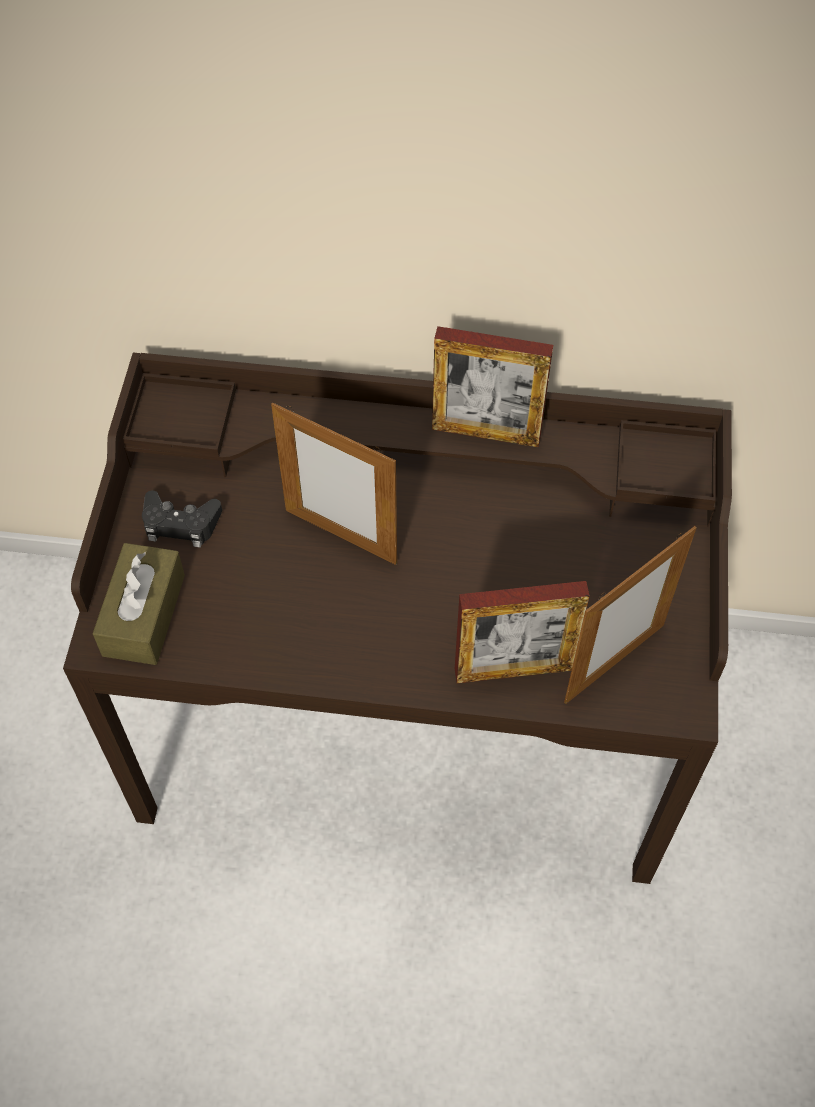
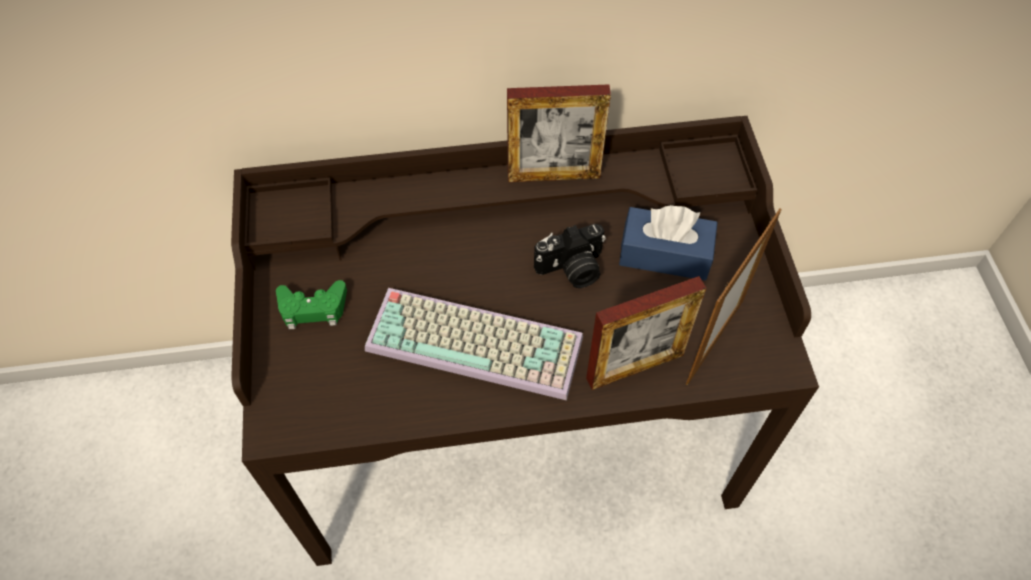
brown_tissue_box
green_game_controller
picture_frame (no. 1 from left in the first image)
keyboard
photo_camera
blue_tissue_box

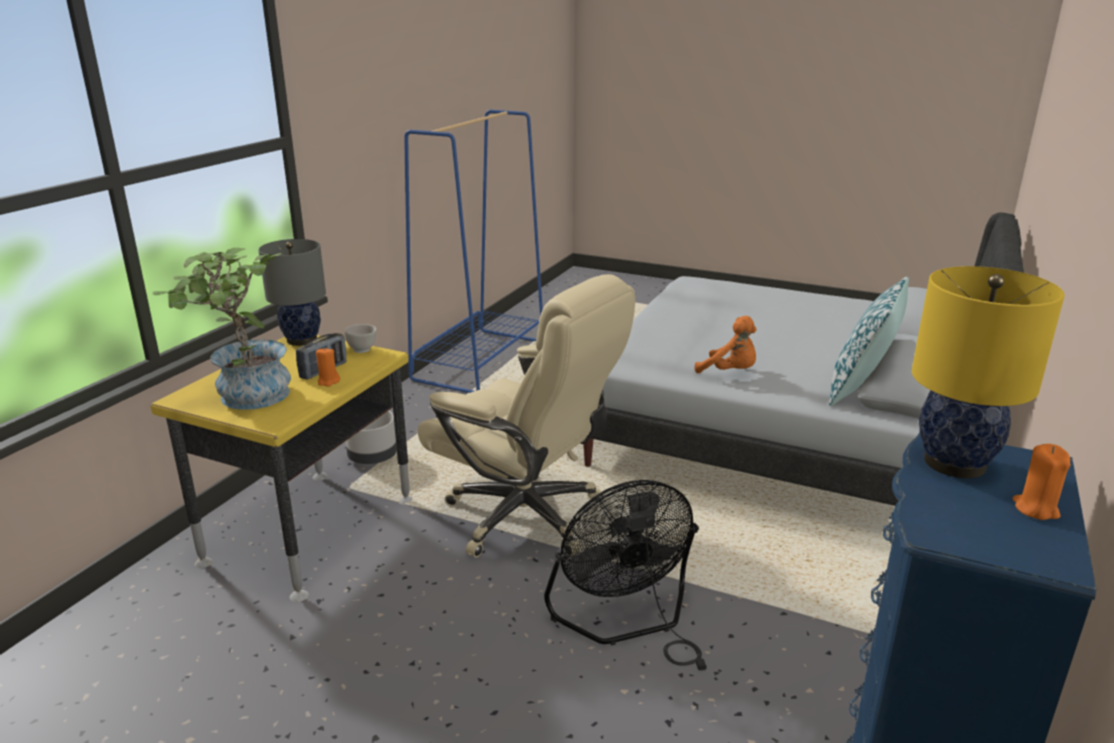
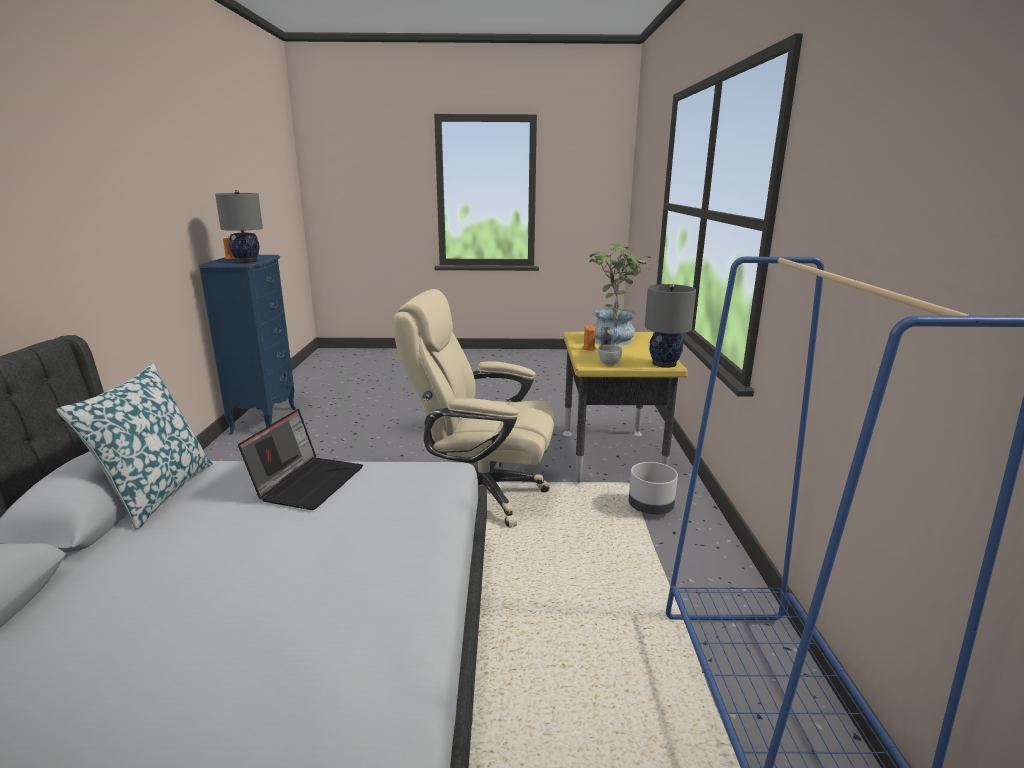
black_fan
laptop
grey_table_lamp (no. 1 from left)

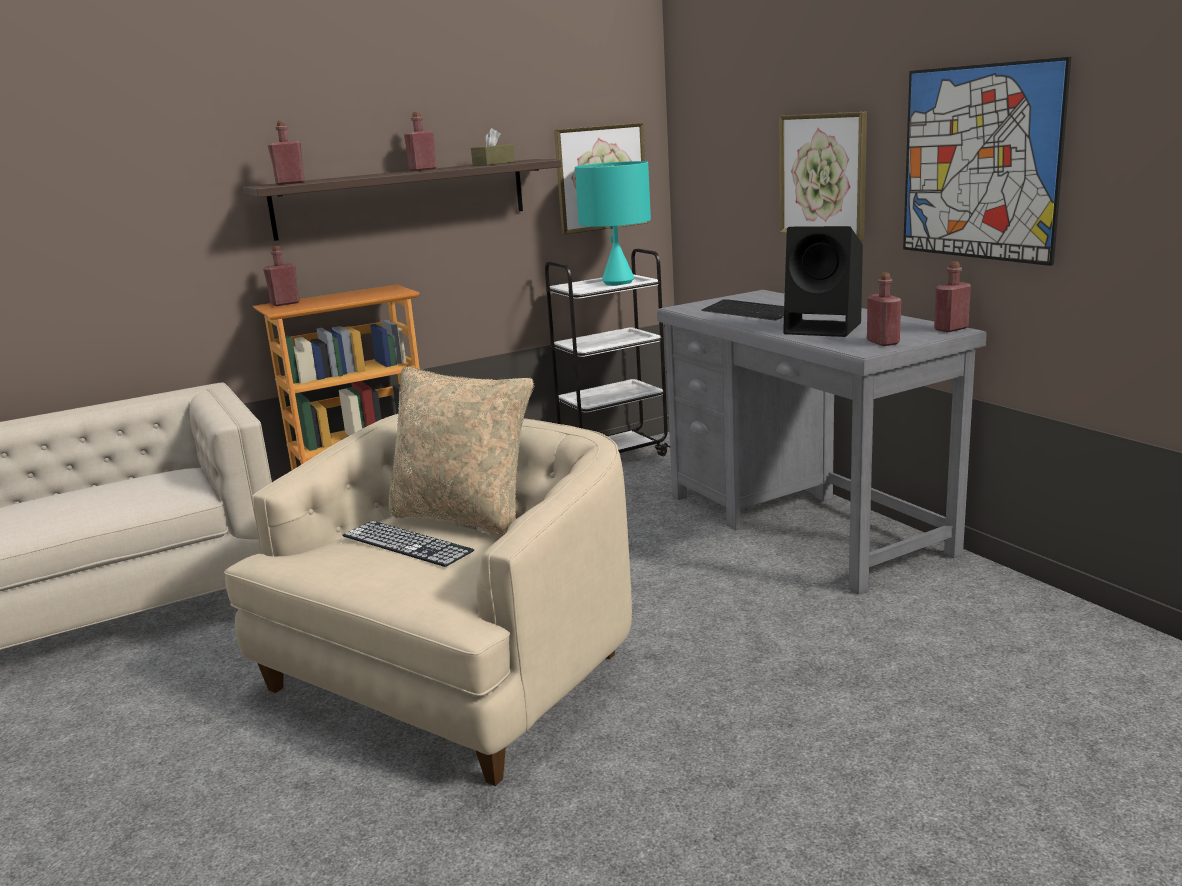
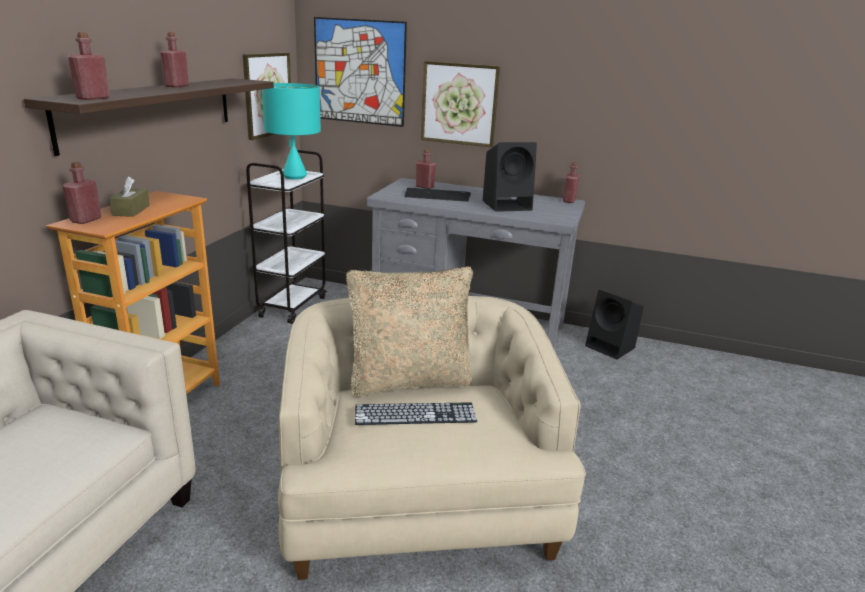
brown_tissue_box
red_bottle (no. 4 from left)
picture (no. 2 from left)
black_speaker (no. 2 from left)

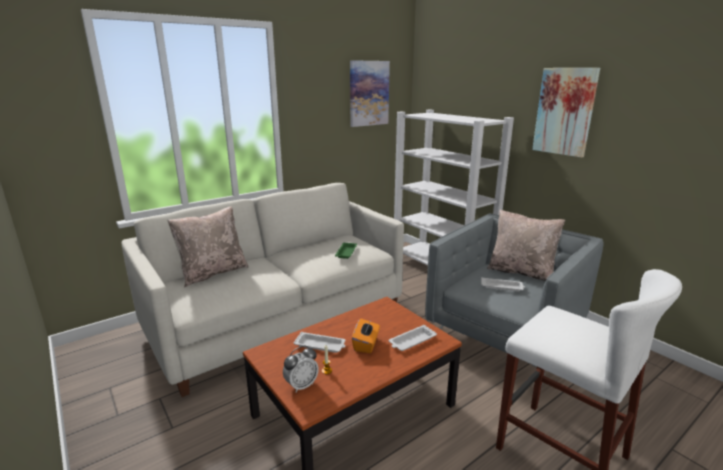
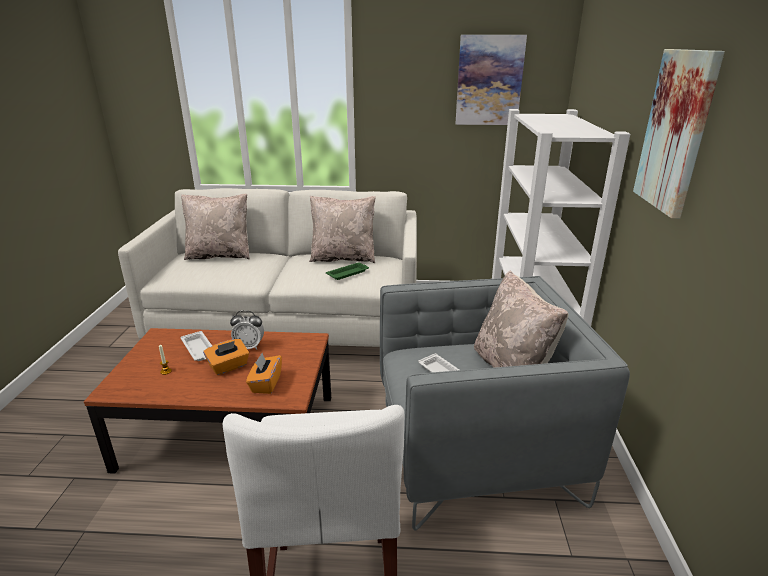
alarm_clock
orange_tissue_box (no. 2 from left)
beige_pillow (no. 2 from left)

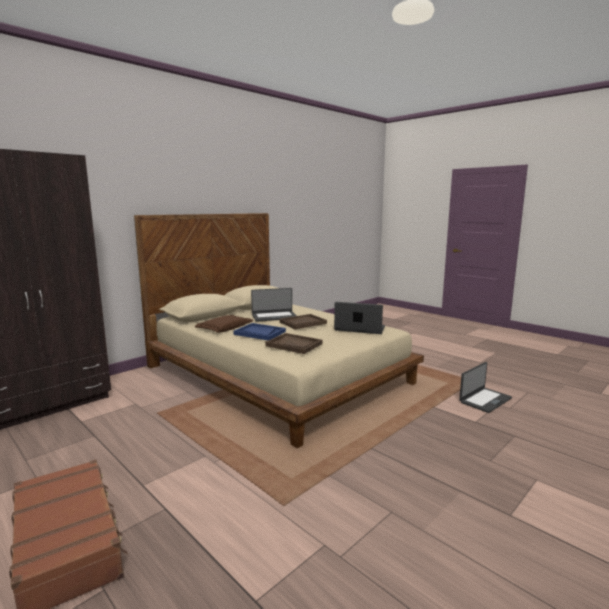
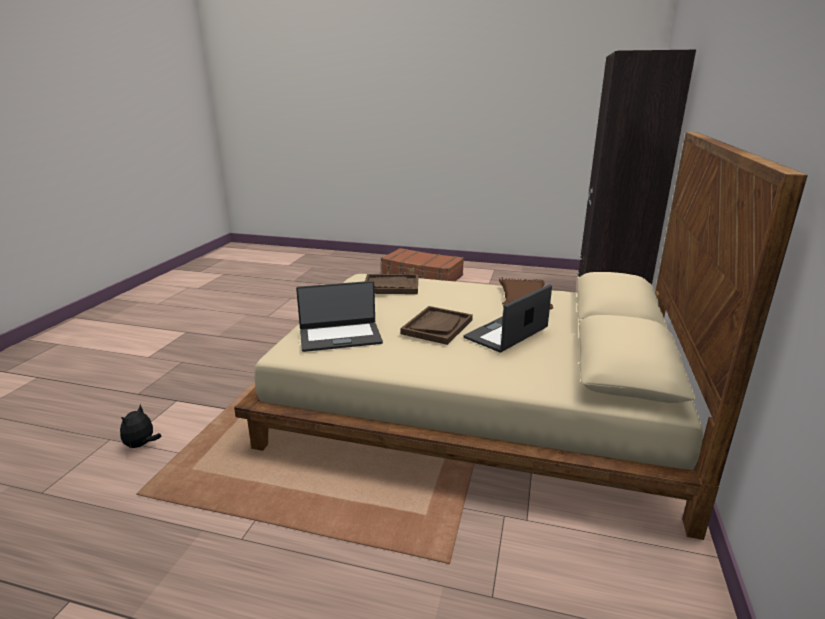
blue_tray
plush_toy

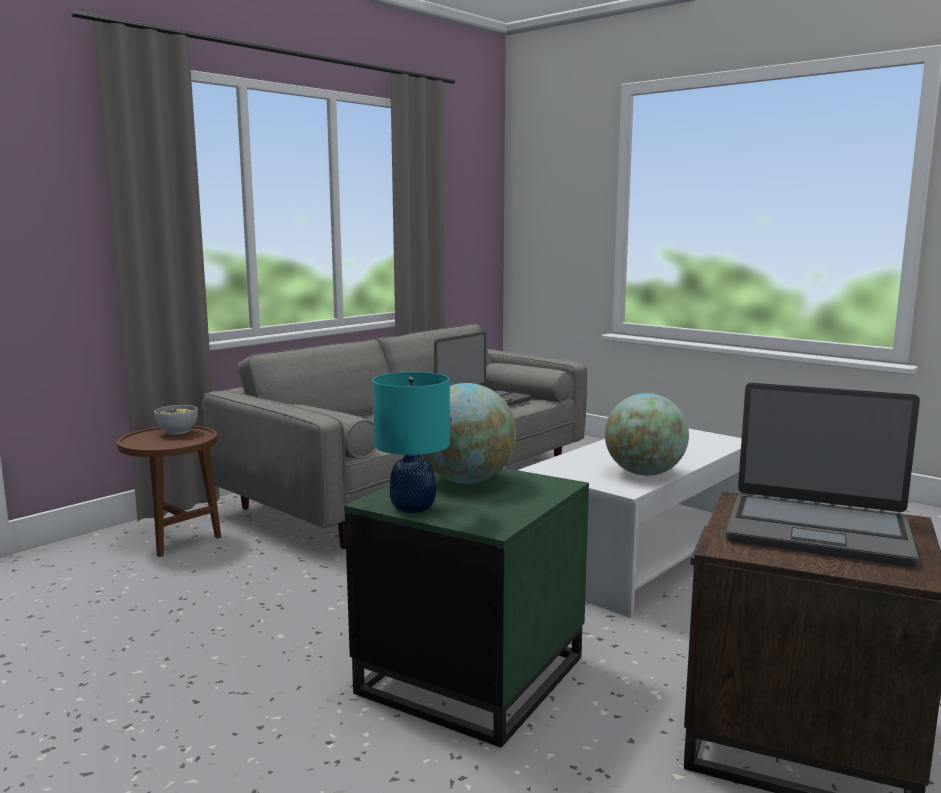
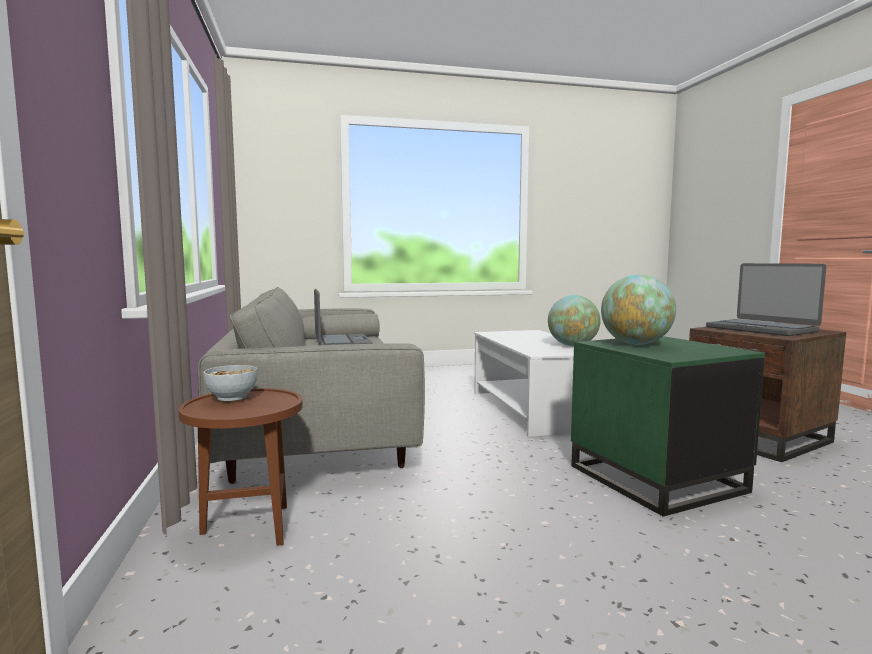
turquoise_table_lamp
laptop (no. 2 from left)

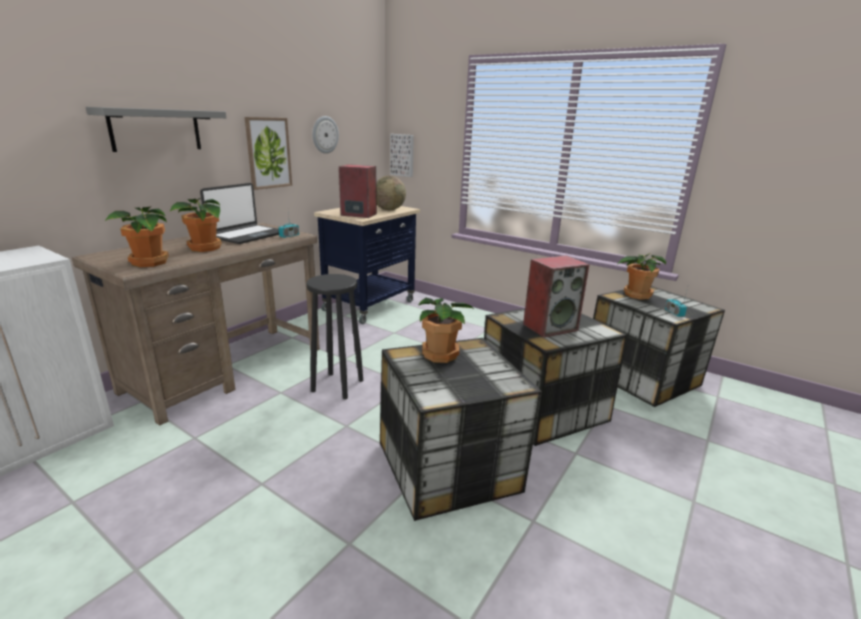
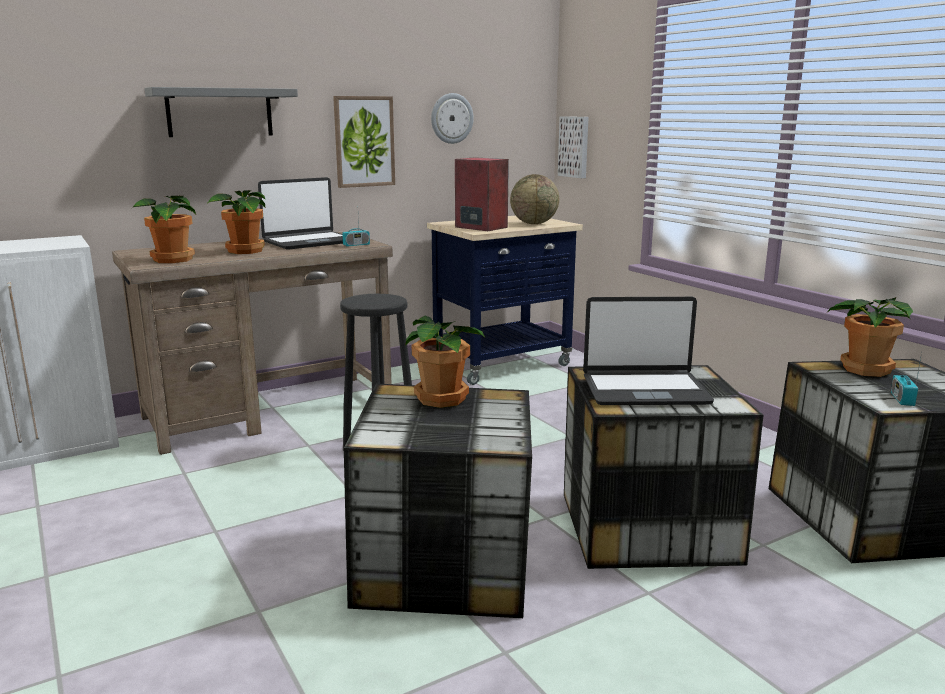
laptop (no. 2 from left)

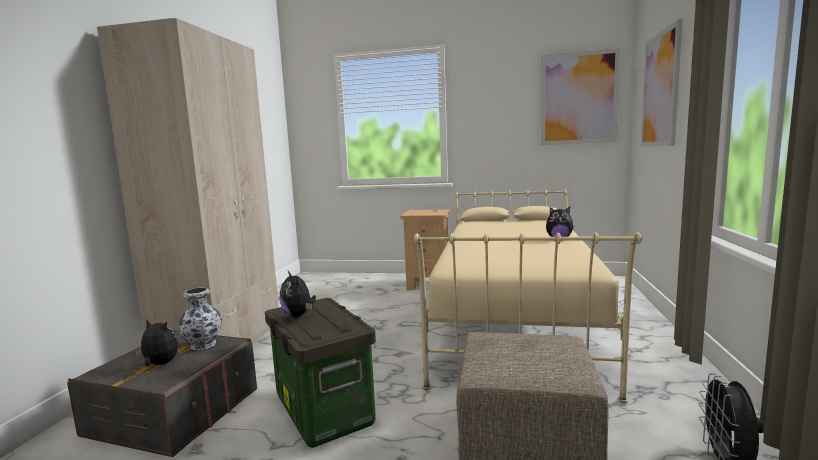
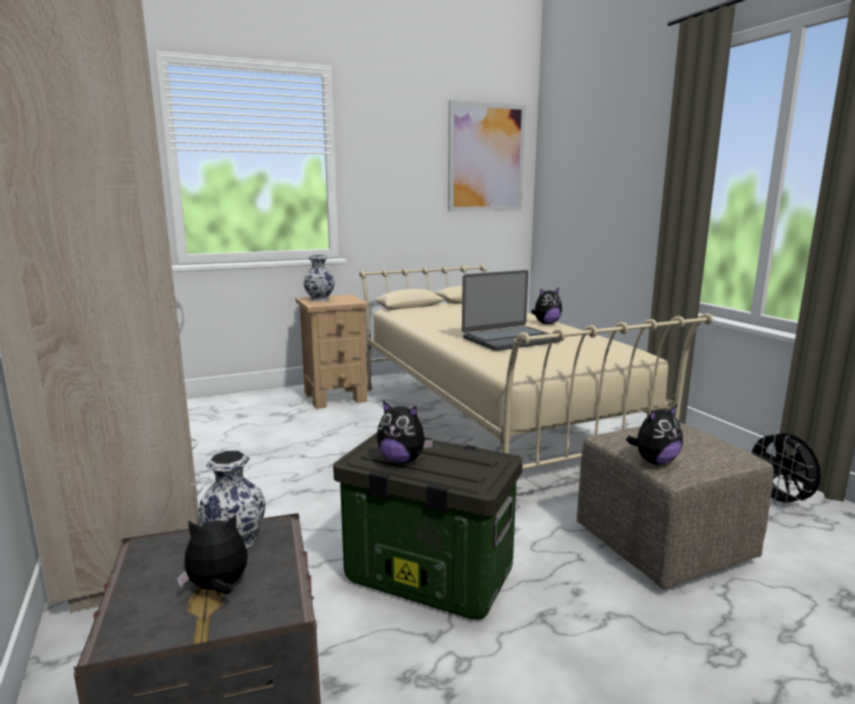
picture (no. 2 from left in the first image)
vase (no. 2 from left)
laptop
plush_toy (no. 4 from left)

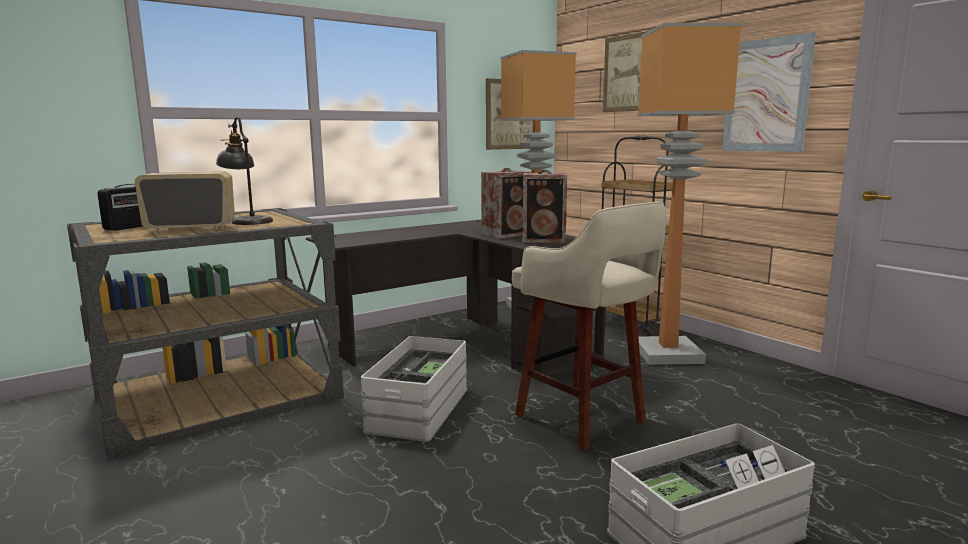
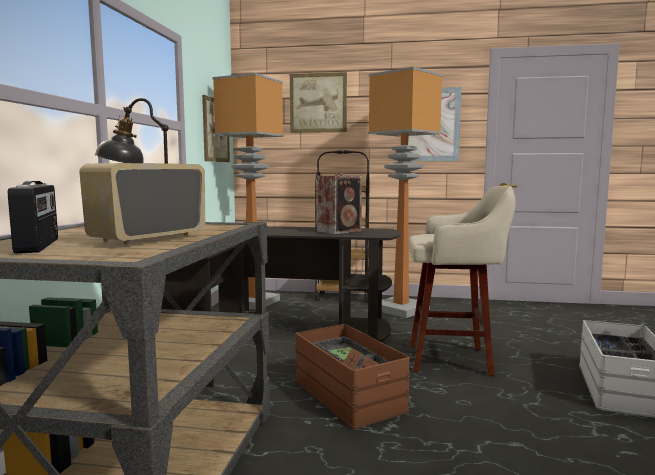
brown_storage_box
speaker (no. 1 from left in the first image)

